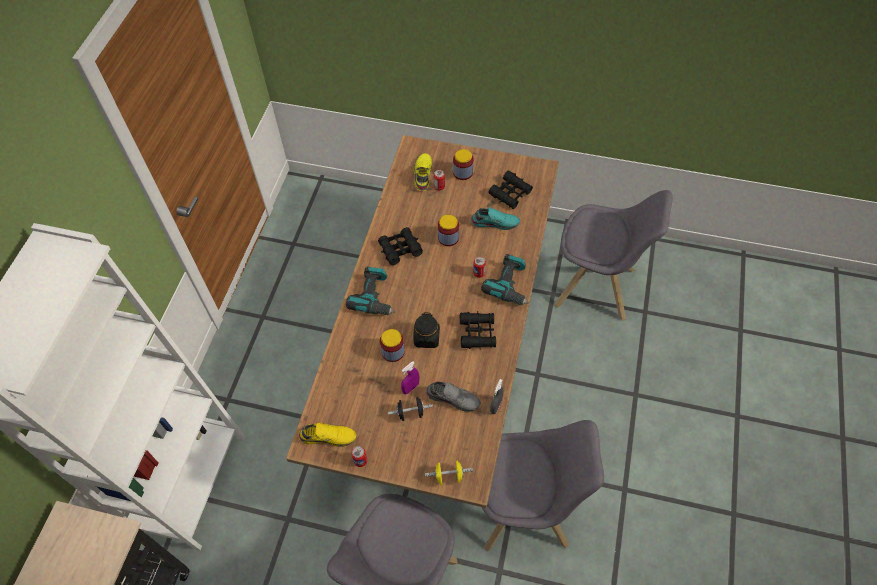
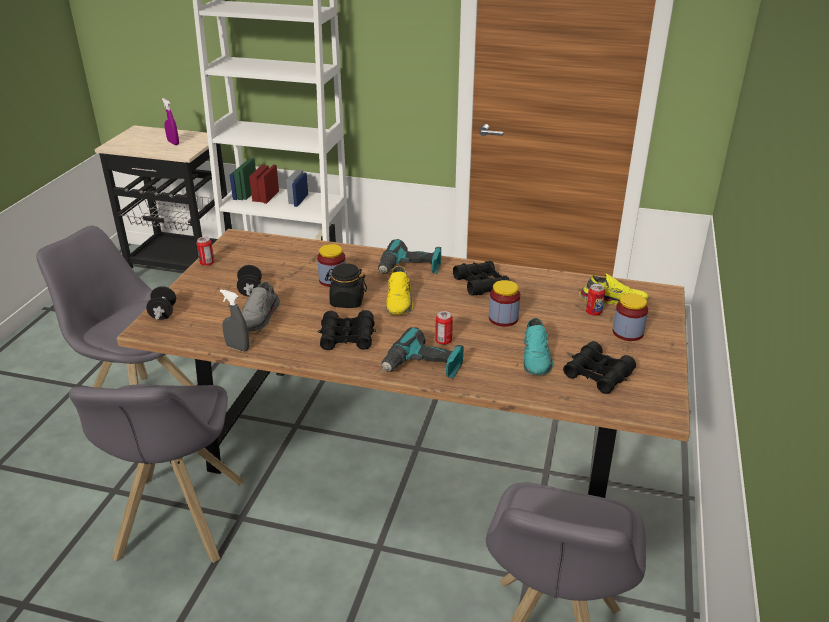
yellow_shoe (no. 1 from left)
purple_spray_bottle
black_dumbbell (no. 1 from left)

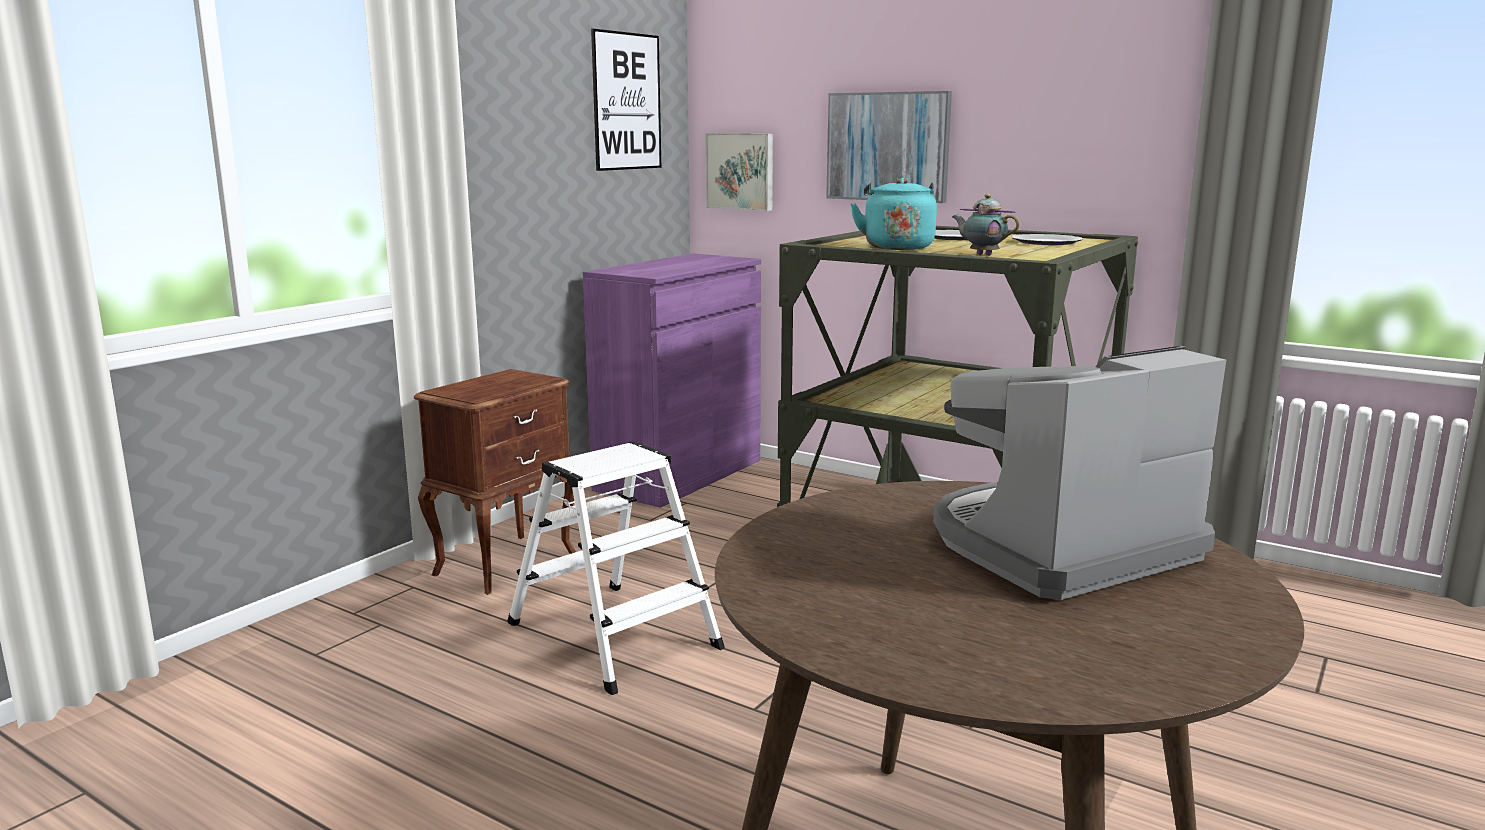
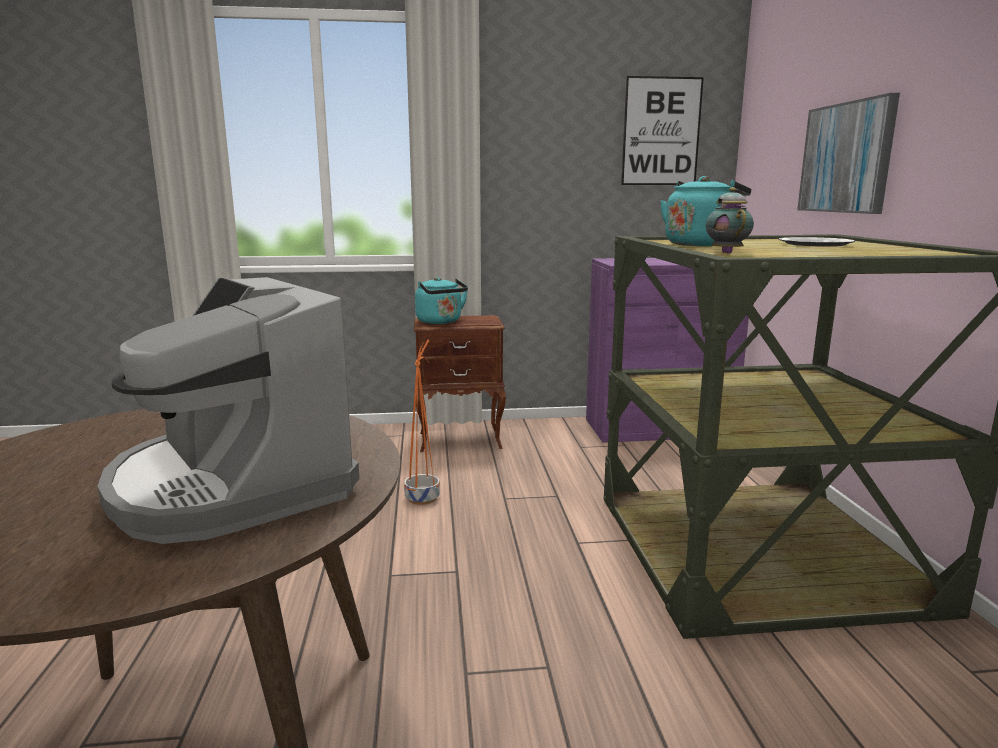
orange_planter
picture (no. 2 from left in the first image)
coffee_machine
plate (no. 2 from left in the first image)
turquoise_kettle (no. 1 from left)

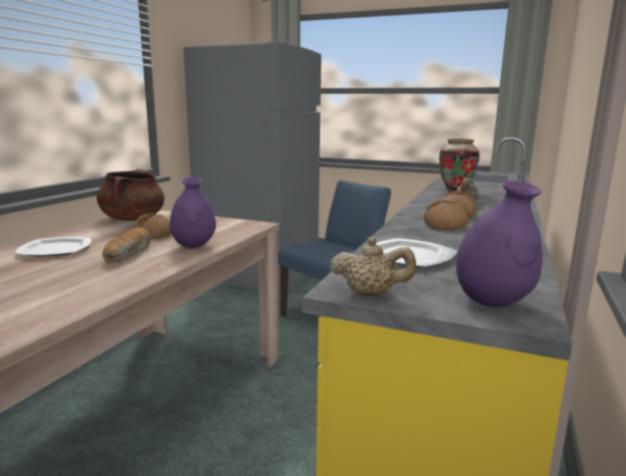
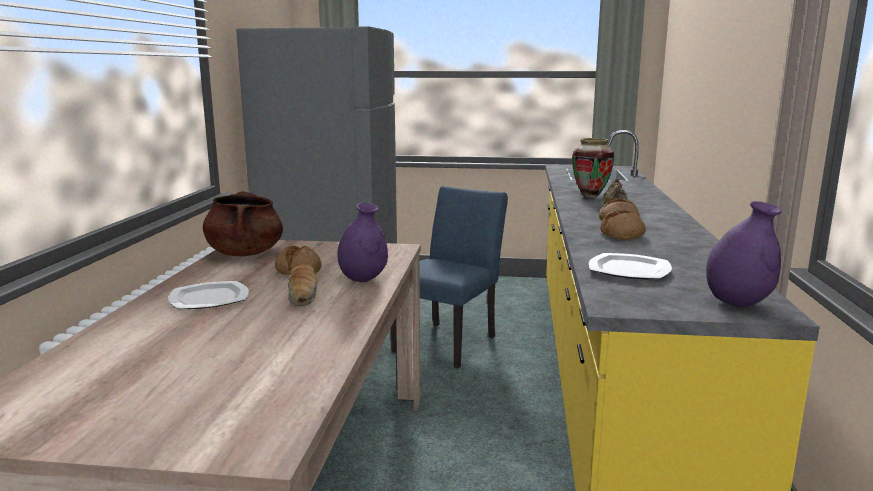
beige_teapot (no. 1 from left in the first image)

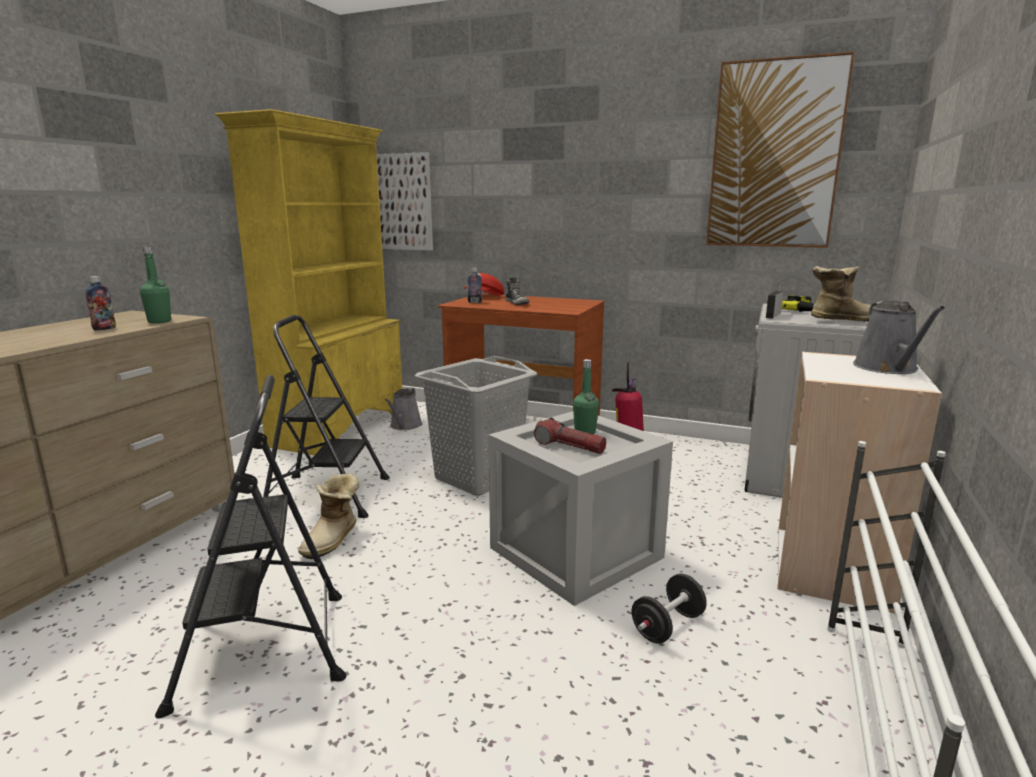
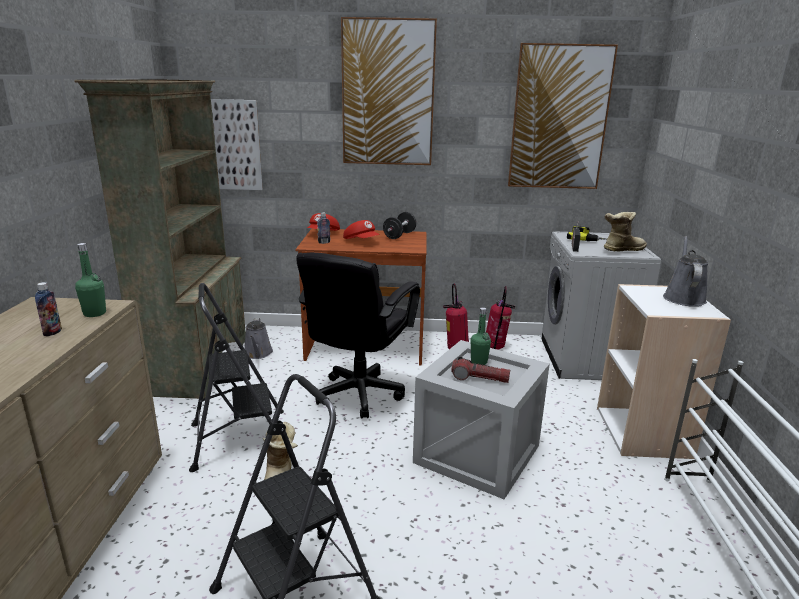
green_bookcase
black_office_chair
red_cap (no. 2 from left)
black_dumbbell
grey_watering_can (no. 2 from left)
picture (no. 2 from left)
fire_extinguisher (no. 2 from left)

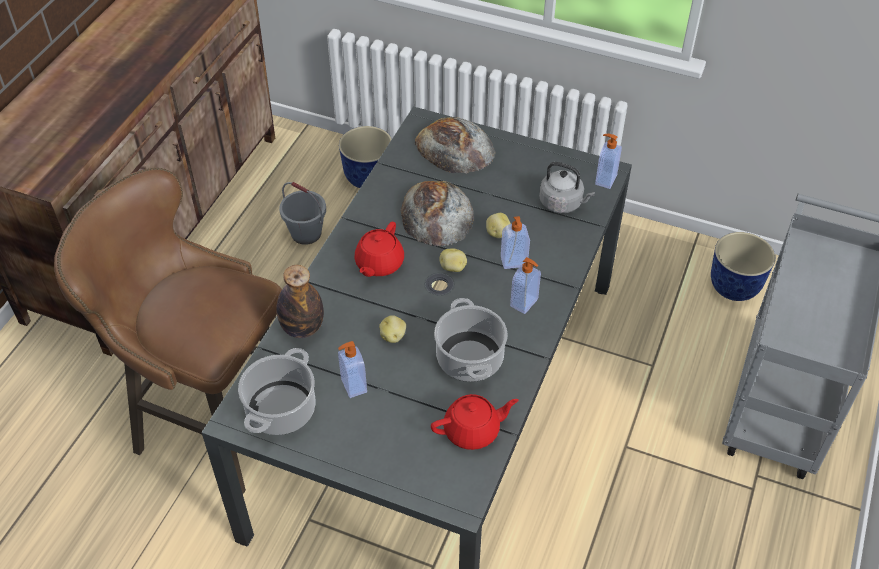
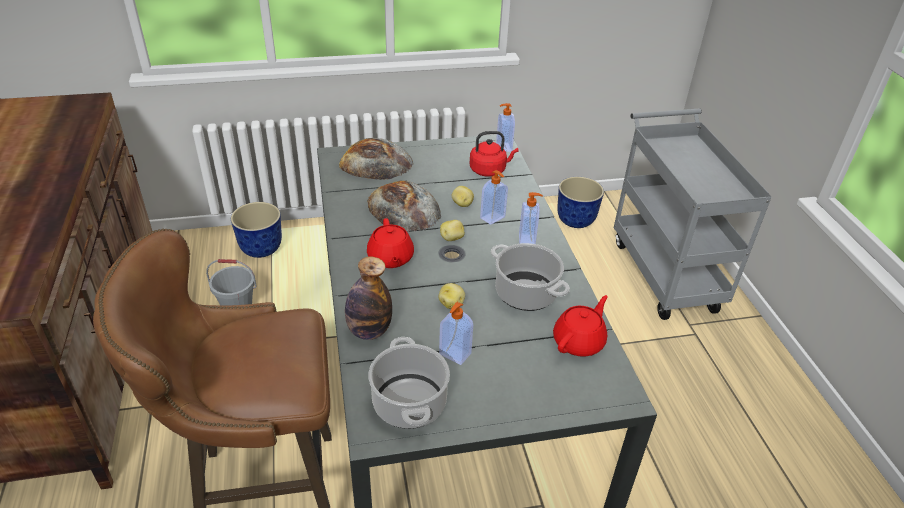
red_kettle

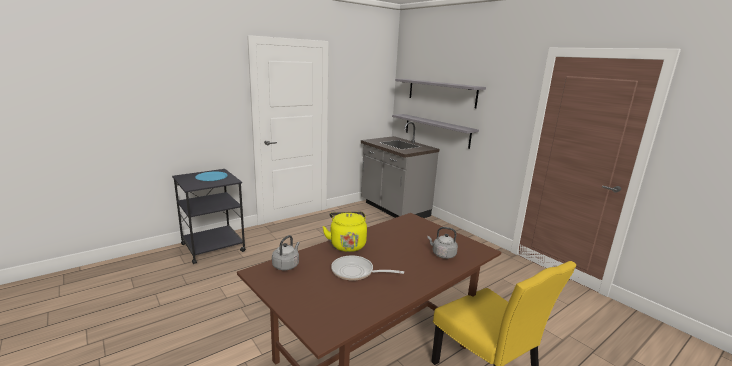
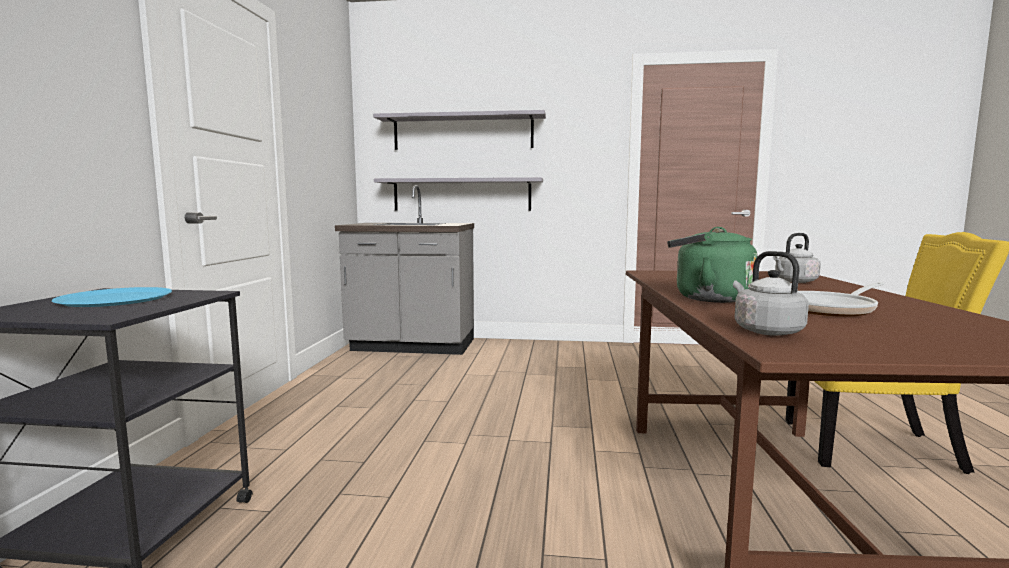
green_kettle

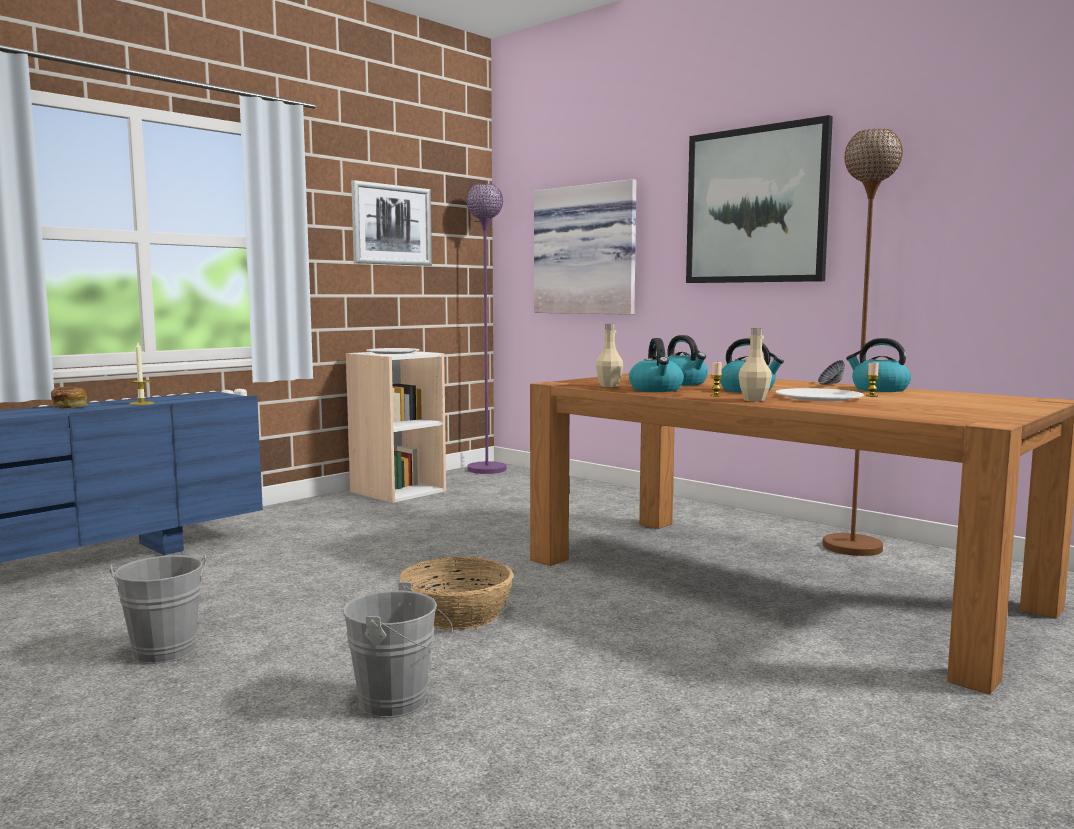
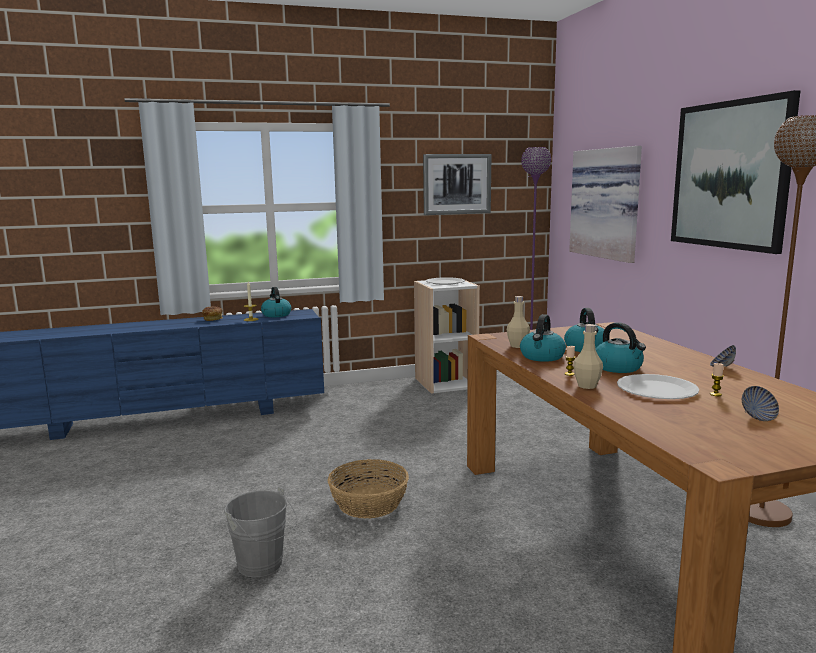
grey_bucket (no. 1 from left in the first image)
kettle (no. 1 from left)
bowl (no. 2 from left)

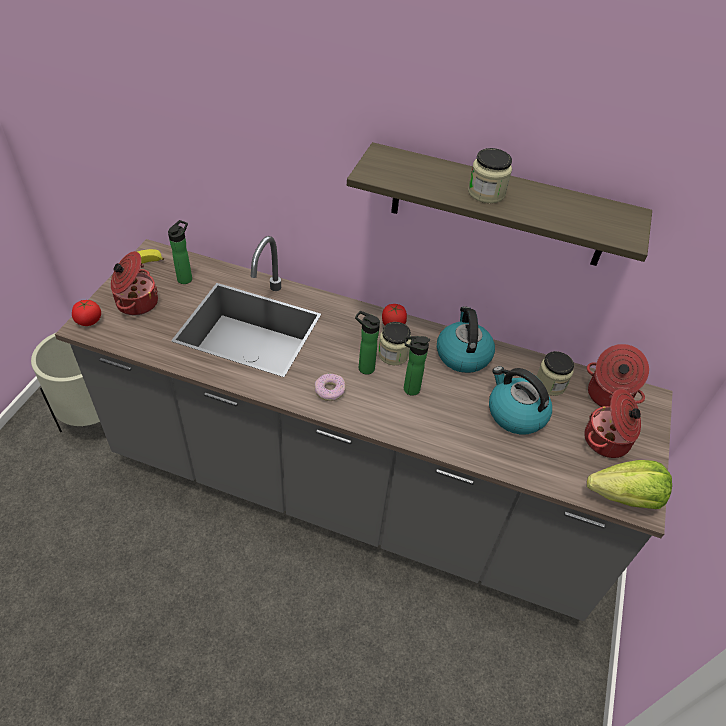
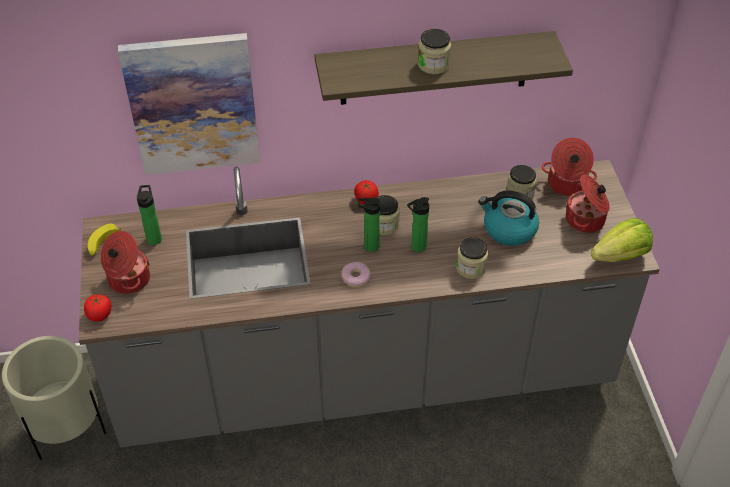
kettle (no. 1 from left in the first image)
picture
jar (no. 3 from left)

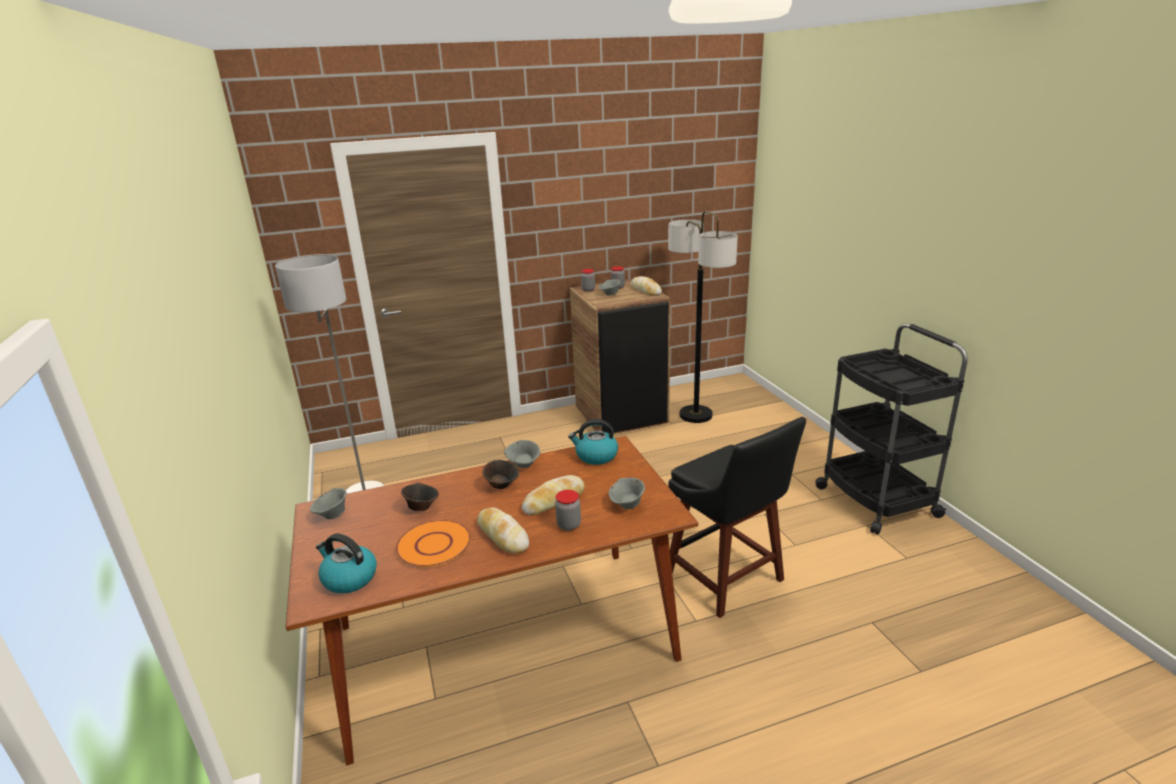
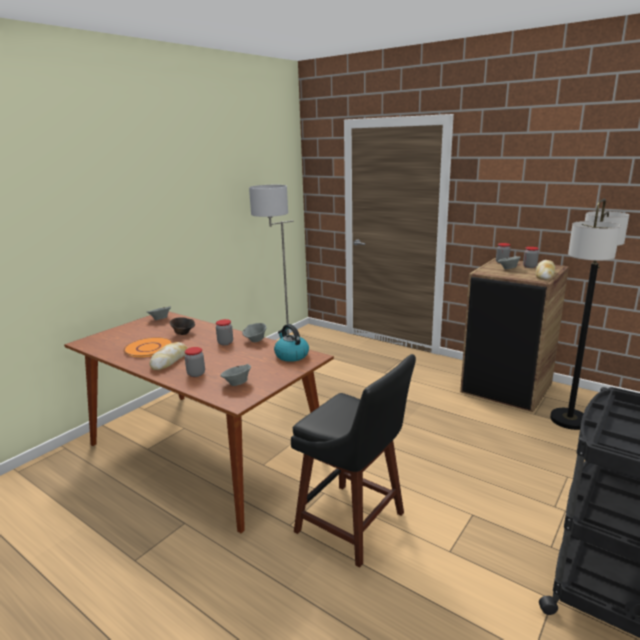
kettle (no. 1 from left in the first image)
jar (no. 2 from left)
bread (no. 2 from left in the first image)
black_chair

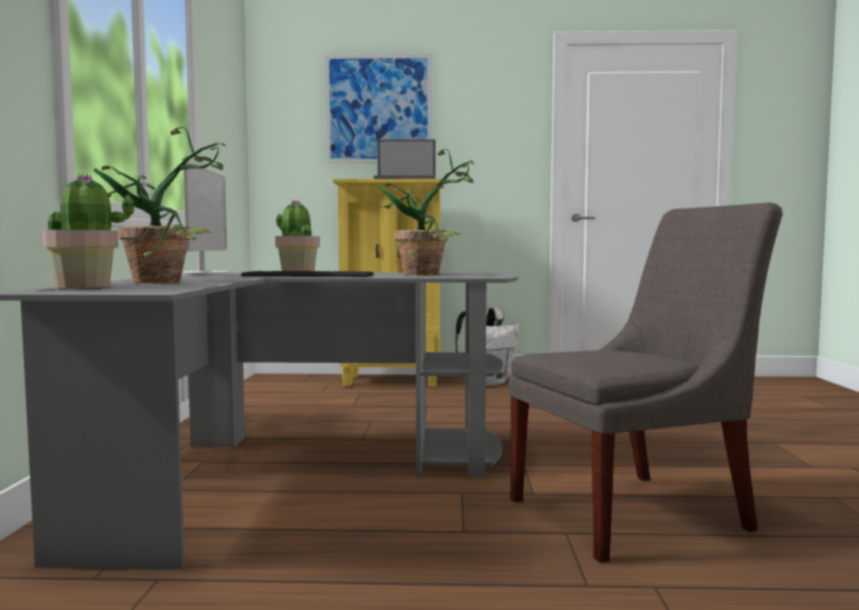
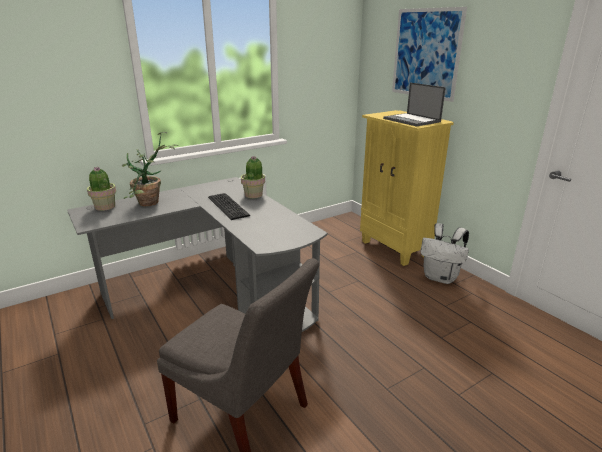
monitor
potted_plant (no. 4 from left in the first image)

